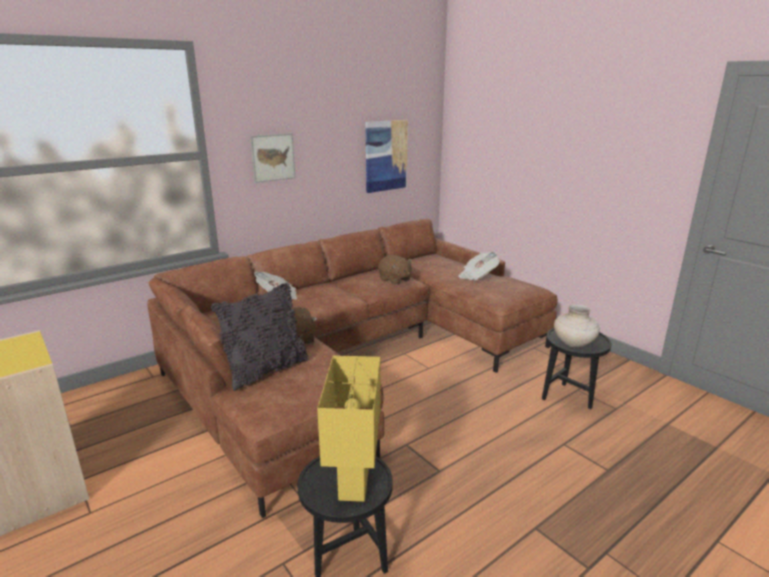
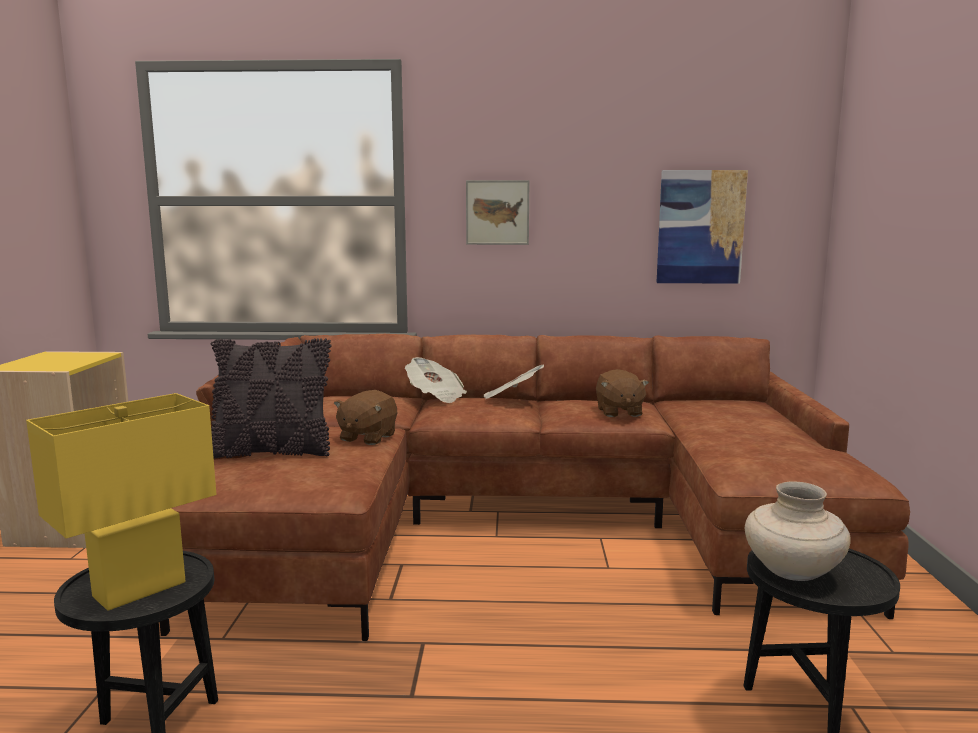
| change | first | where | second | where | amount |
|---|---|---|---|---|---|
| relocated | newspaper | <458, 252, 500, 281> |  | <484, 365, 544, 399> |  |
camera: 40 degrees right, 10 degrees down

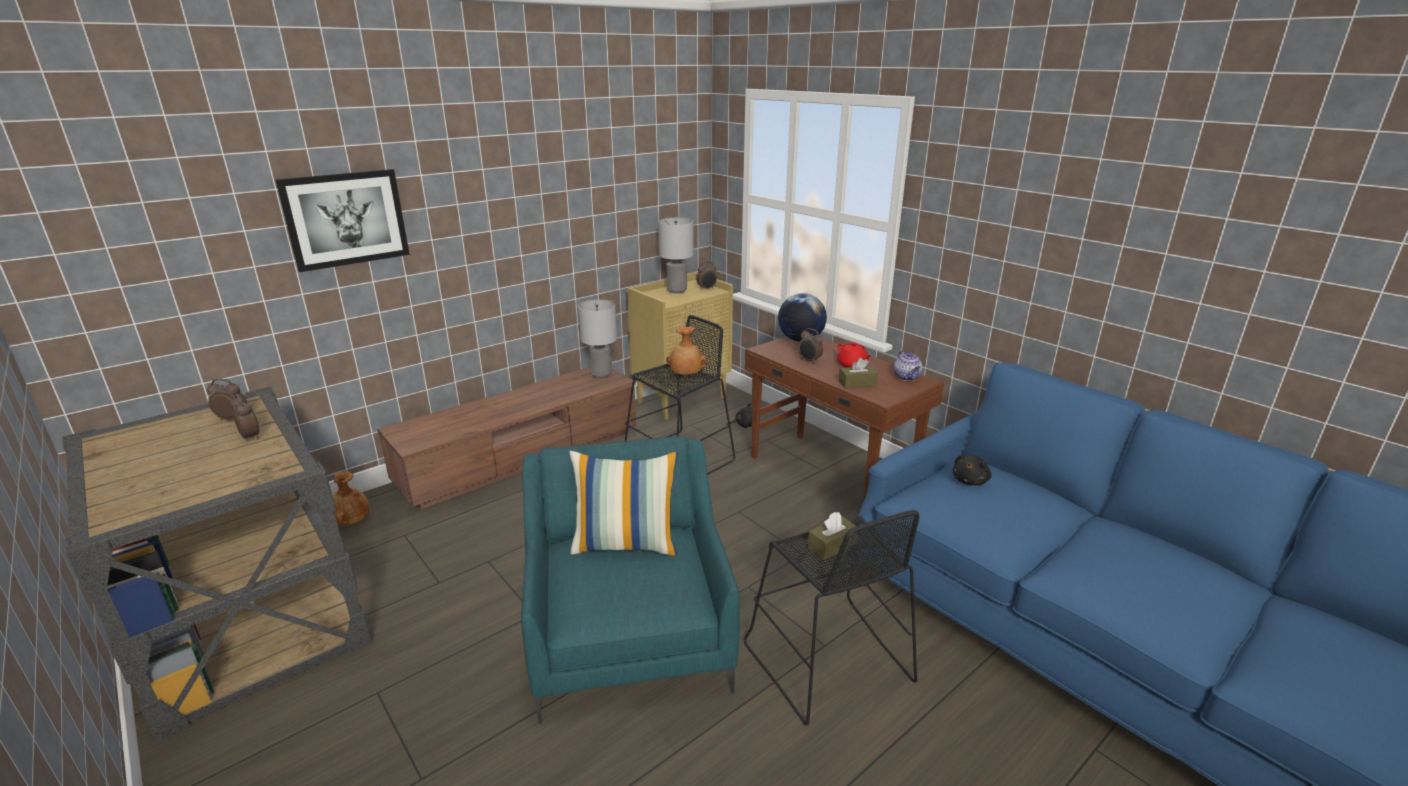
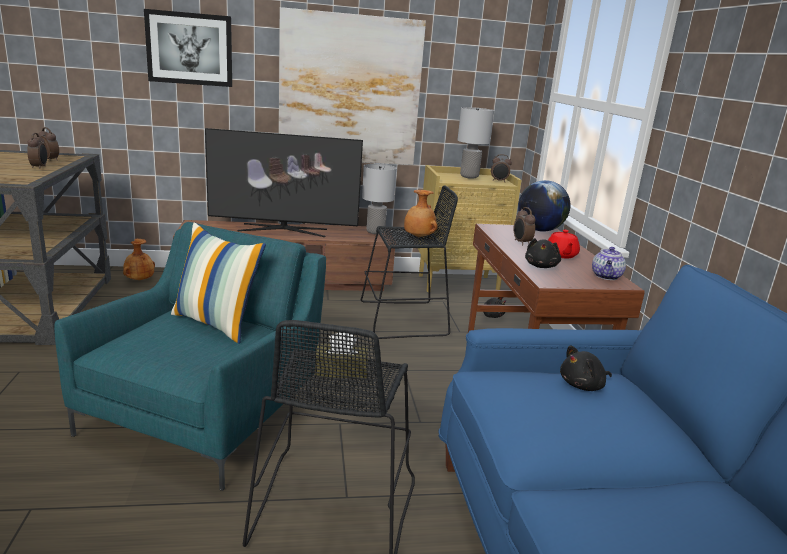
| change | first | where | second | where | amount |
|---|---|---|---|---|---|
| appeared |  |  | television | <205, 128, 363, 237> |  |
| appeared |  |  | wall_art | <279, 7, 426, 165> |  |
| exchanged | brownish_tissue_holder | <838, 358, 878, 389> | black_cuddly_toy | <525, 238, 561, 268> |  |
camera: 30 degrees right, 5 degrees down

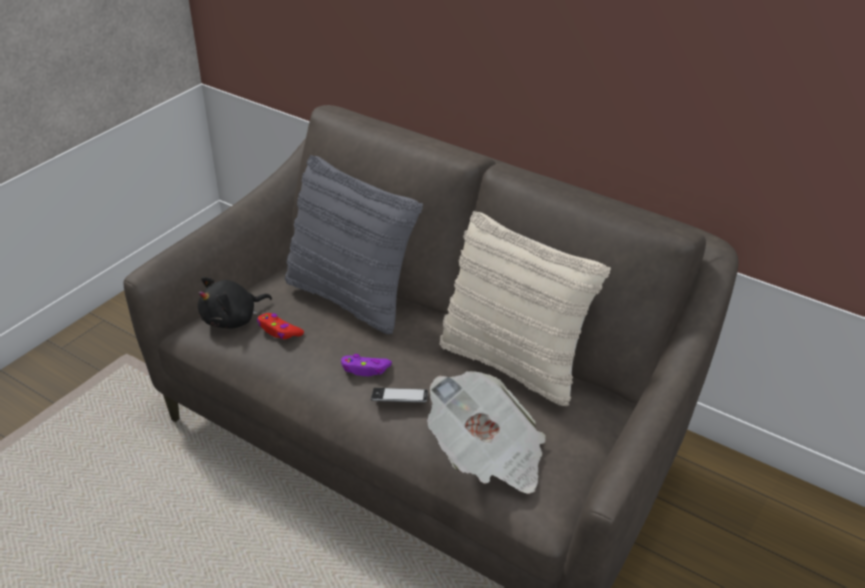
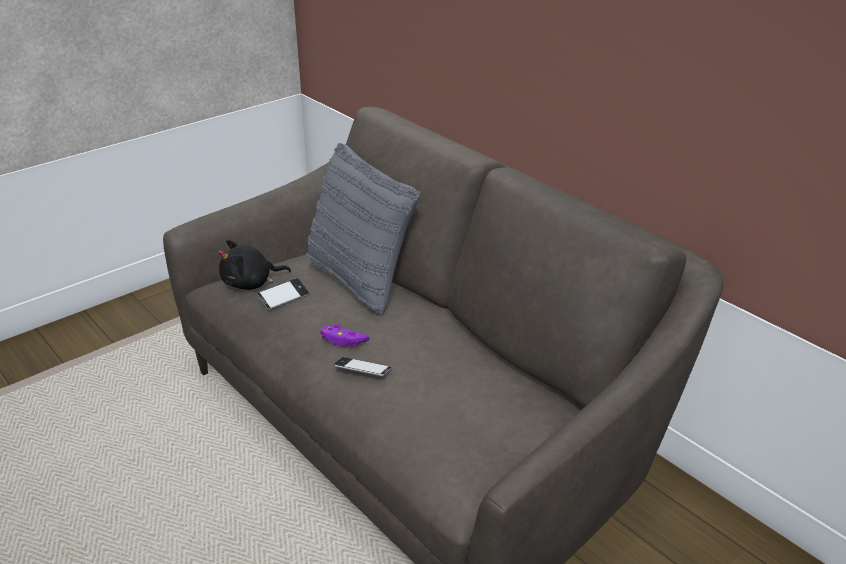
| change | first | where | second | where | amount |
|---|---|---|---|---|---|
| missing | newspaper | <427, 371, 546, 494> |  |  |  |
| missing | sand-coloured_cushion | <439, 211, 611, 406> |  |  |  |
| exchanged | reddish_gamepad | <257, 313, 304, 339> | handset | <257, 278, 309, 310> |  |
camera: 15 degrees right, 5 degrees down

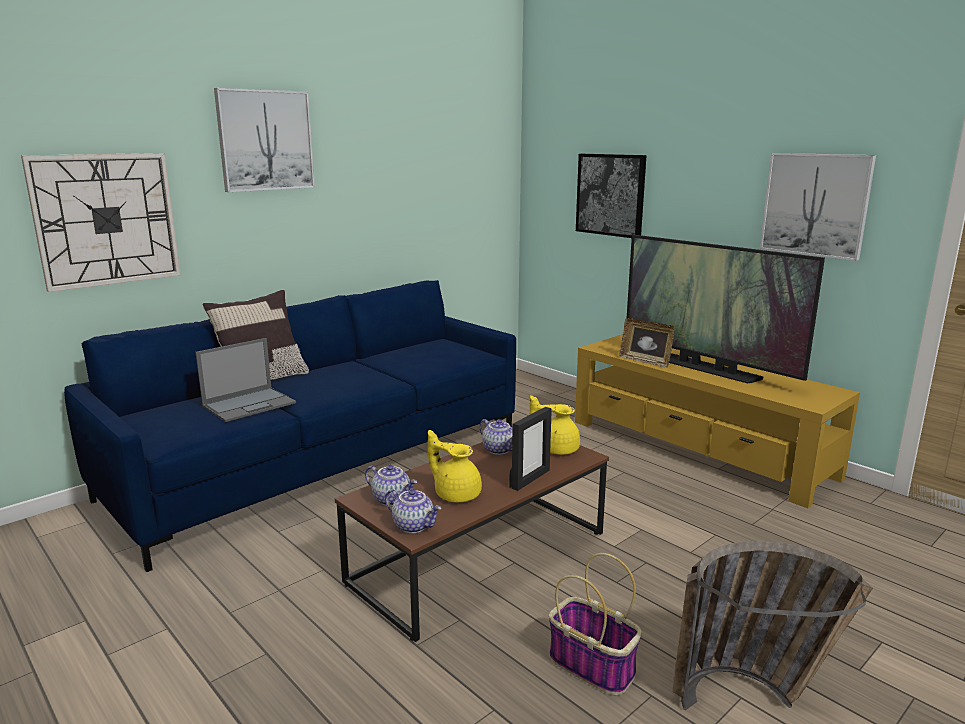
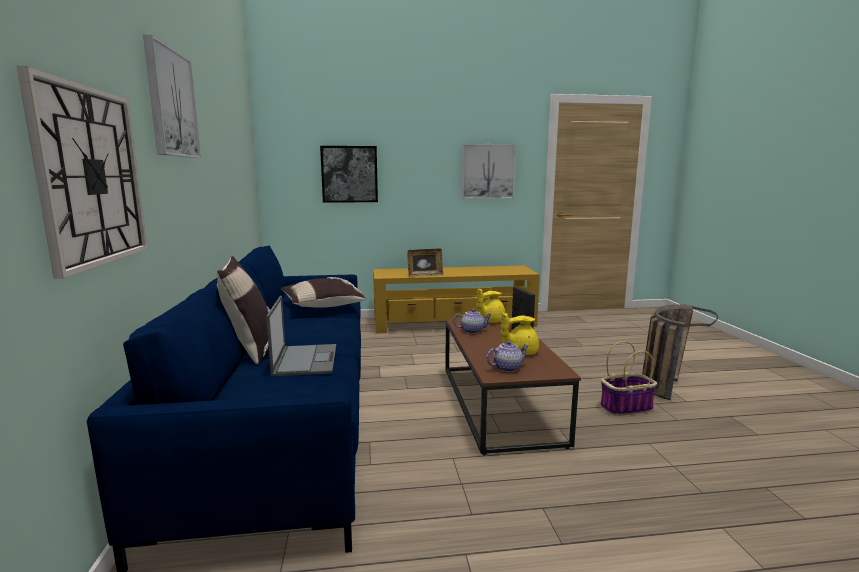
| change | first | where | second | where | amount |
|---|---|---|---|---|---|
| missing | tea_pot | <385, 489, 441, 533> |  |  |  |
| missing | television | <627, 235, 825, 384> |  |  |  |
| appeared |  |  | cushion | <281, 277, 366, 308> |  |
camera: 55 degrees left, 5 degrees down

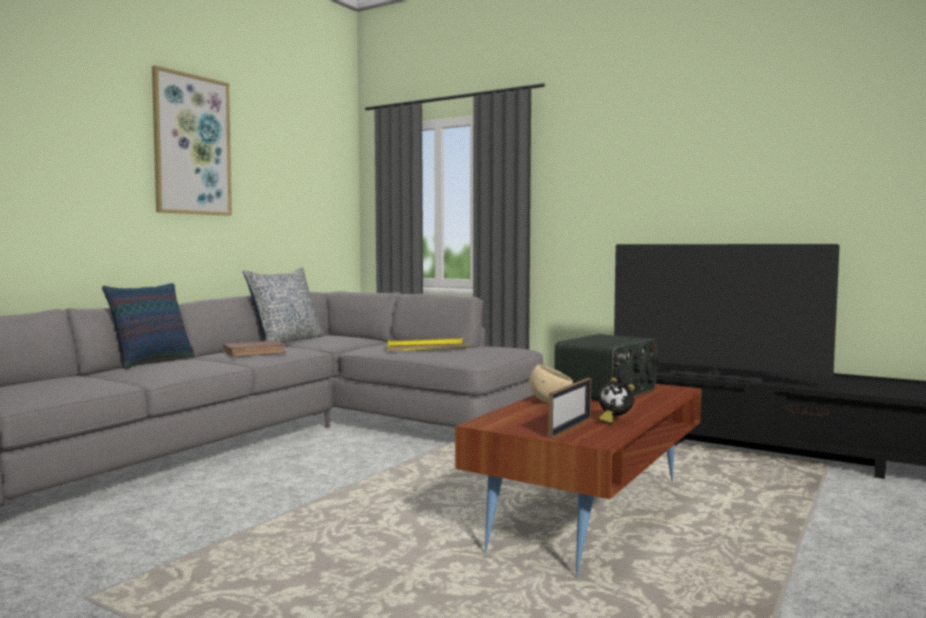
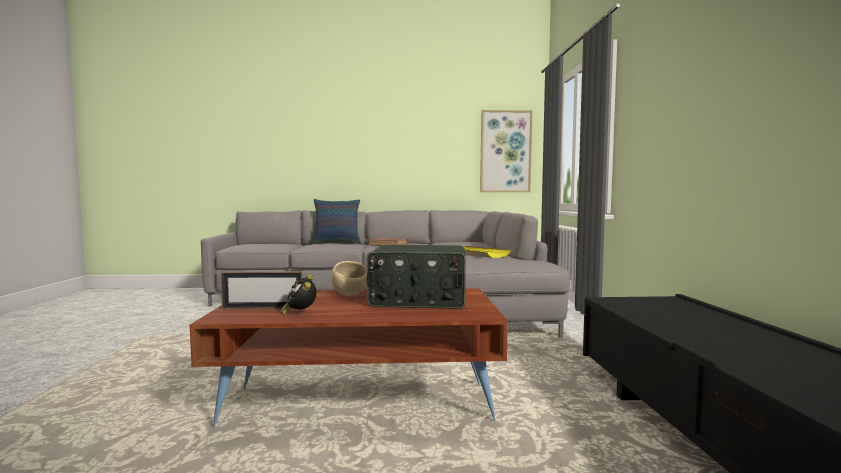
| change | first | where | second | where | amount |
|---|---|---|---|---|---|
| missing | cushion | <243, 268, 324, 343> |  |  |  |
| missing | television | <614, 244, 840, 382> |  |  |  |
| relocated | wall_art | <152, 65, 232, 216> |  | <480, 110, 533, 192> |  |
camera: 55 degrees right, 0 degrees up

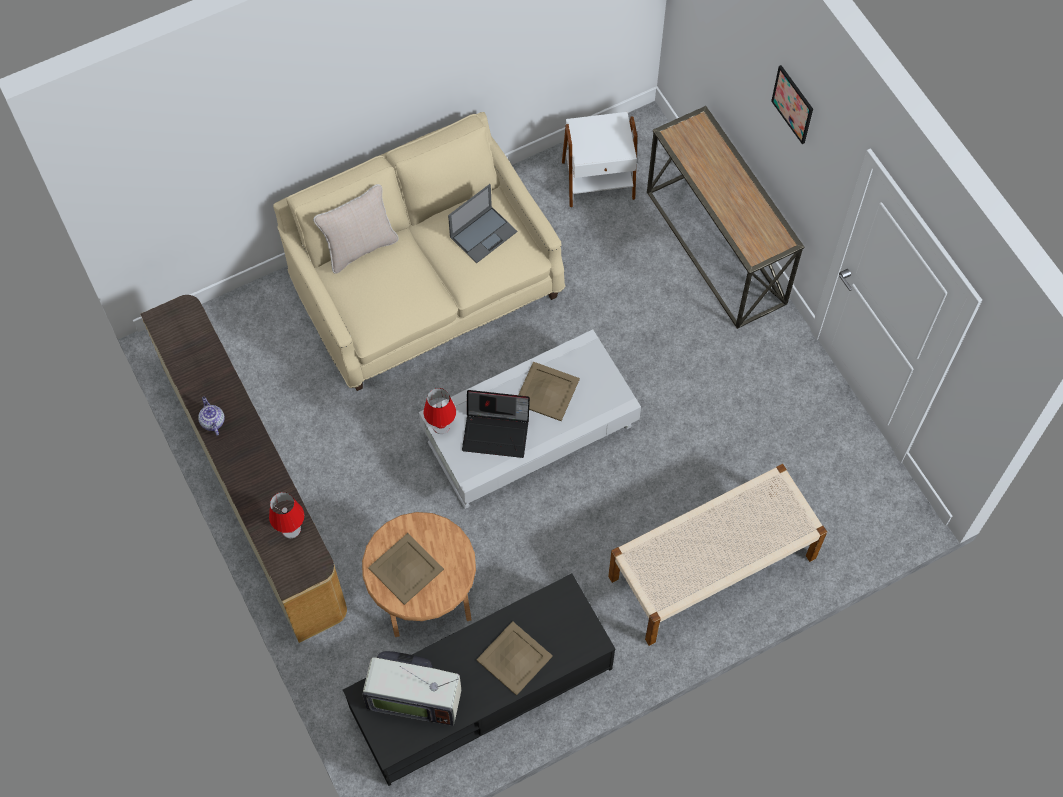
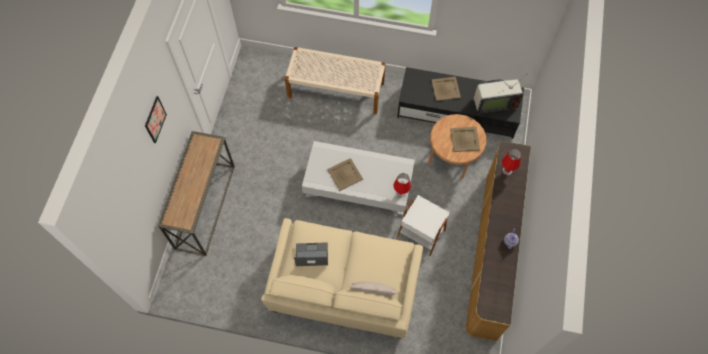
| change | first | where | second | where | amount |
|---|---|---|---|---|---|
| missing | laptop | <462, 390, 530, 458> |  |  |  |
| relocated | whitish_accent_table | <562, 112, 637, 207> |  | <397, 195, 450, 256> |  |
| spun | television | <362, 651, 461, 726> |  | <474, 75, 526, 113> | 120 degrees clockwise |
camera: 140 degrees left, 0 degrees up

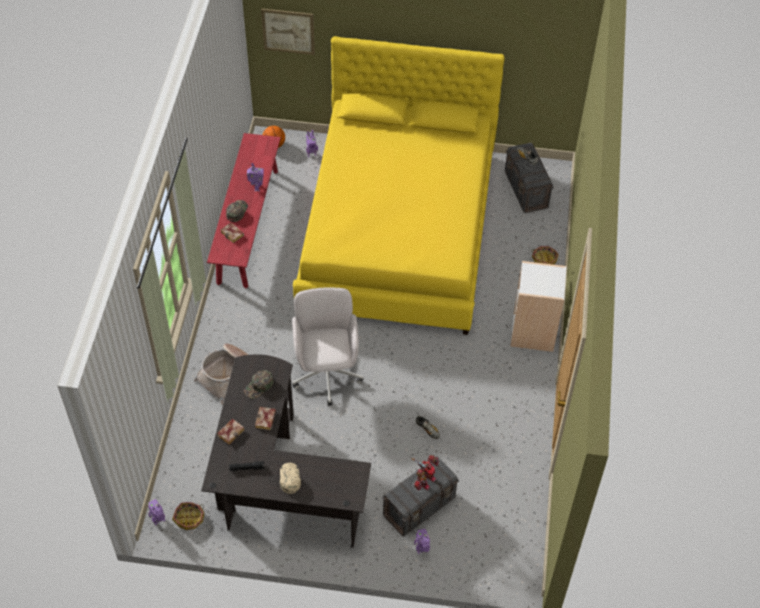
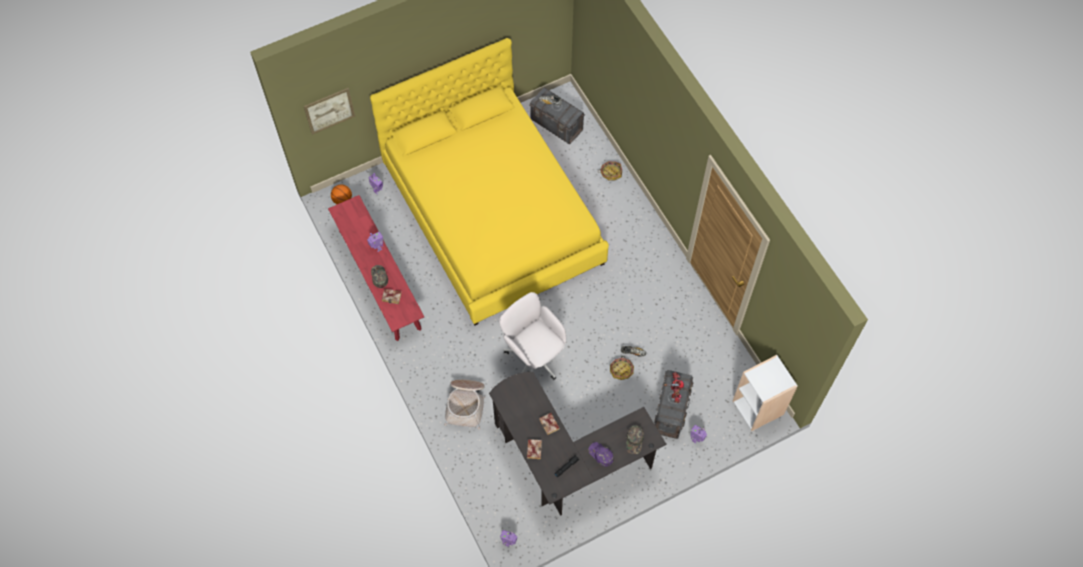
| change | first | where | second | where | amount |
|---|---|---|---|---|---|
| relocated | household_basket | <172, 502, 205, 530> |  | <610, 356, 634, 380> |  |
| relocated | greenish_cap | <244, 370, 274, 399> |  | <626, 426, 644, 454> |  |
| relocated | bookshelf | <510, 261, 567, 352> |  | <733, 355, 798, 431> |  |
| colour | sand-coloured_cap | <280, 463, 301, 494> | purplish_cap | <588, 442, 614, 466> |  |
camera: 35 degrees left, 10 degrees up

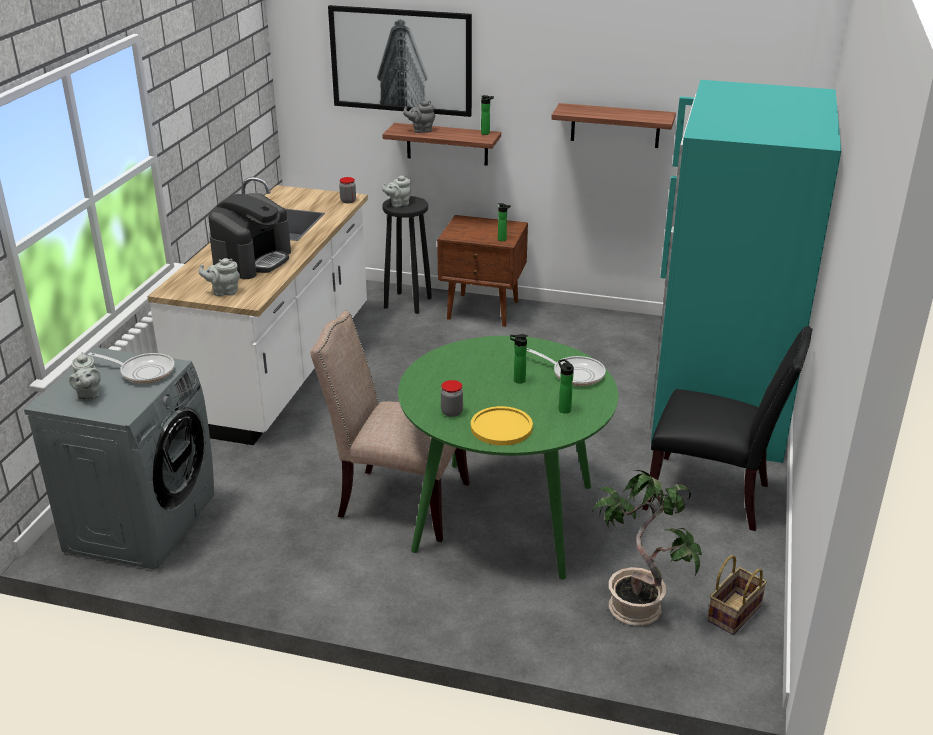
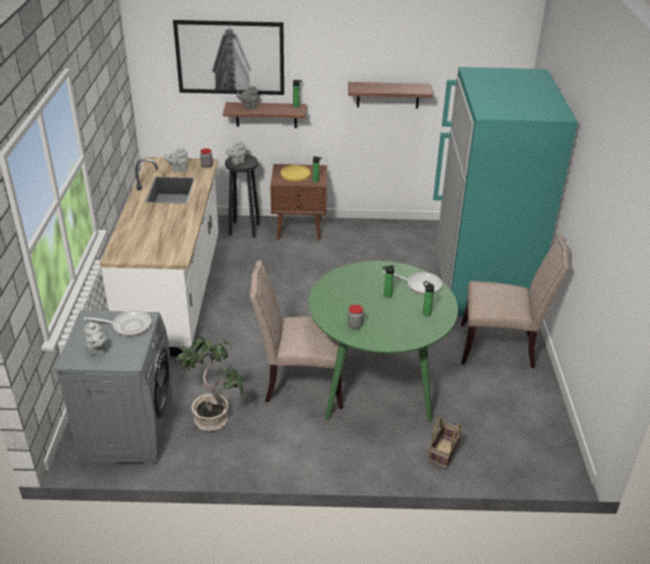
| change | first | where | second | where | amount |
|---|---|---|---|---|---|
| missing | coffee_maker | <208, 193, 291, 279> |  |  |  |
| relocated | gray_tea_pot | <199, 258, 240, 296> |  | <164, 148, 188, 172> |  |
| relocated | yellow_dinner_plate | <471, 406, 533, 445> |  | <281, 165, 310, 181> |  |
| relocated | houseplant | <593, 470, 702, 626> |  | <174, 336, 245, 431> |  |
| relocated | household_basket | <707, 555, 767, 635> |  | <428, 417, 463, 469> |  |
| colour | black_chair | <642, 326, 813, 531> | sand-coloured_chair | <461, 235, 570, 368> |  |
camera: 15 degrees left, 5 degrees up

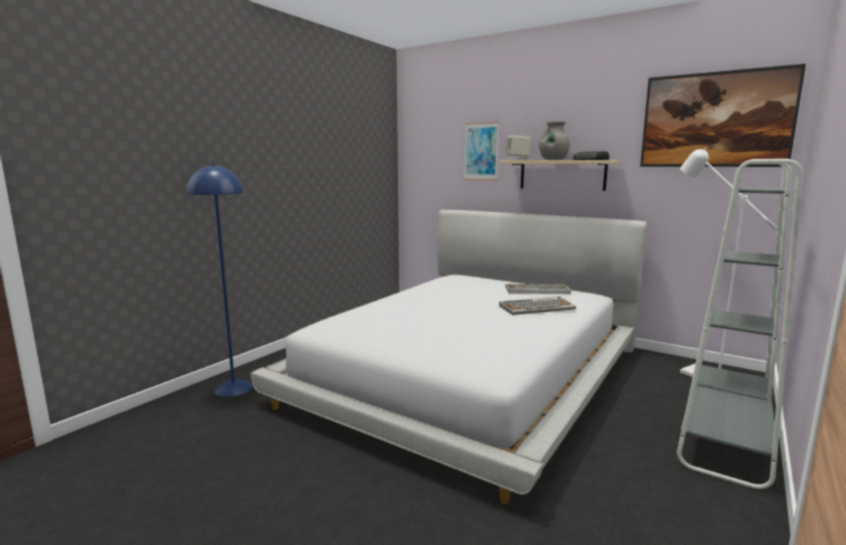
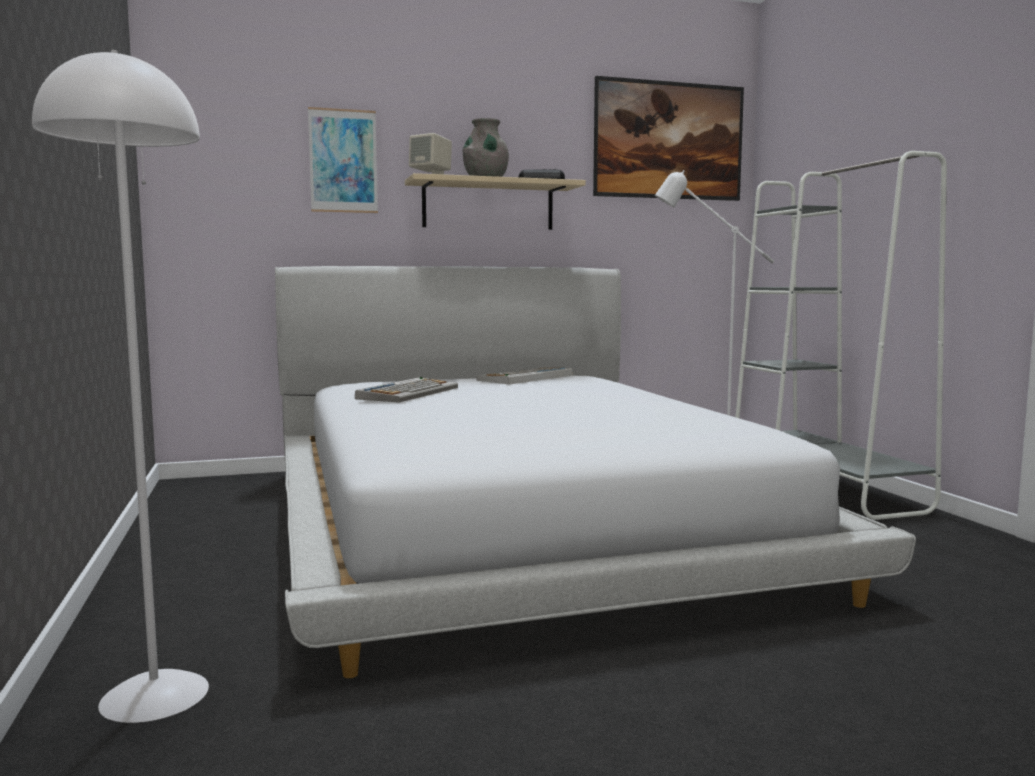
| change | first | where | second | where | amount |
|---|---|---|---|---|---|
| relocated | keyboard | <499, 297, 576, 315> |  | <355, 377, 458, 403> |  |
| colour | blue-coloured_floor_lamp | <186, 164, 253, 397> | whitish_floor_lamp | <32, 50, 209, 723> |  |
camera: 50 degrees left, 5 degrees down

